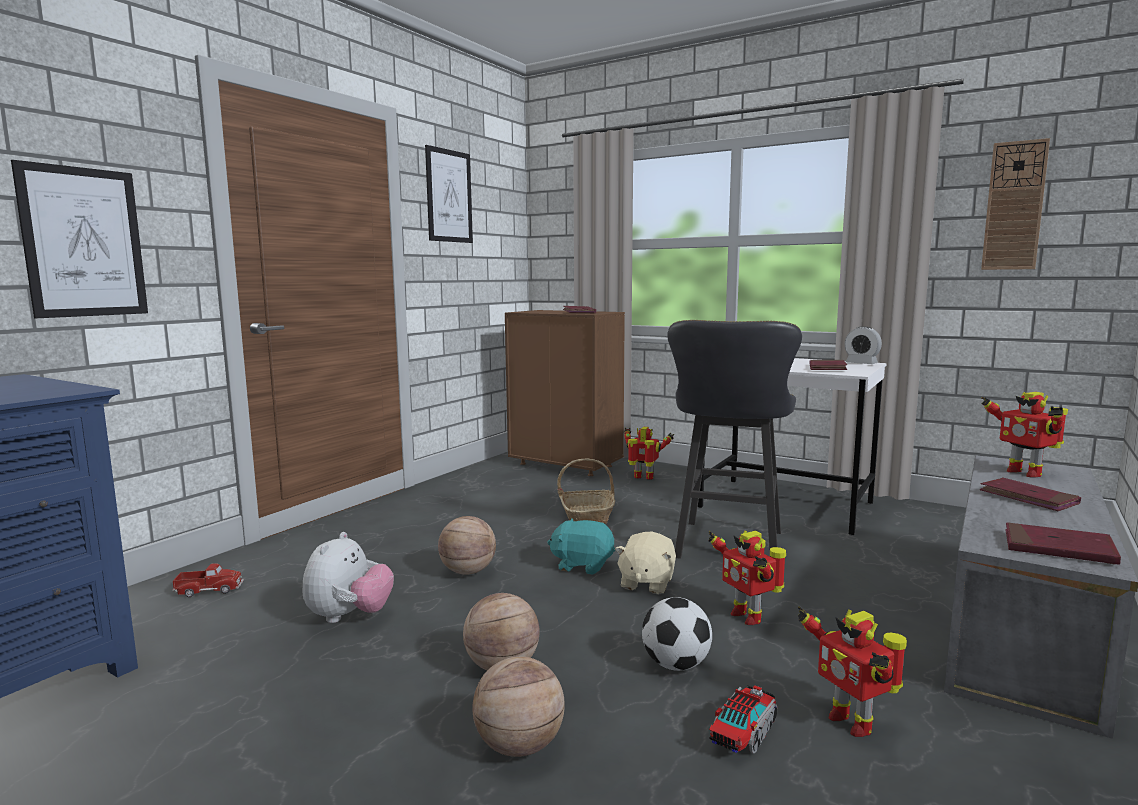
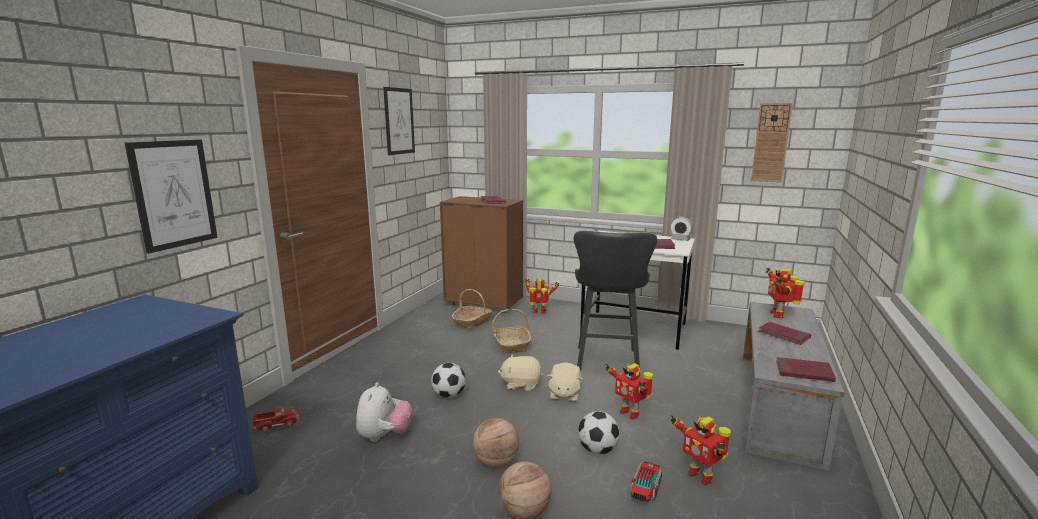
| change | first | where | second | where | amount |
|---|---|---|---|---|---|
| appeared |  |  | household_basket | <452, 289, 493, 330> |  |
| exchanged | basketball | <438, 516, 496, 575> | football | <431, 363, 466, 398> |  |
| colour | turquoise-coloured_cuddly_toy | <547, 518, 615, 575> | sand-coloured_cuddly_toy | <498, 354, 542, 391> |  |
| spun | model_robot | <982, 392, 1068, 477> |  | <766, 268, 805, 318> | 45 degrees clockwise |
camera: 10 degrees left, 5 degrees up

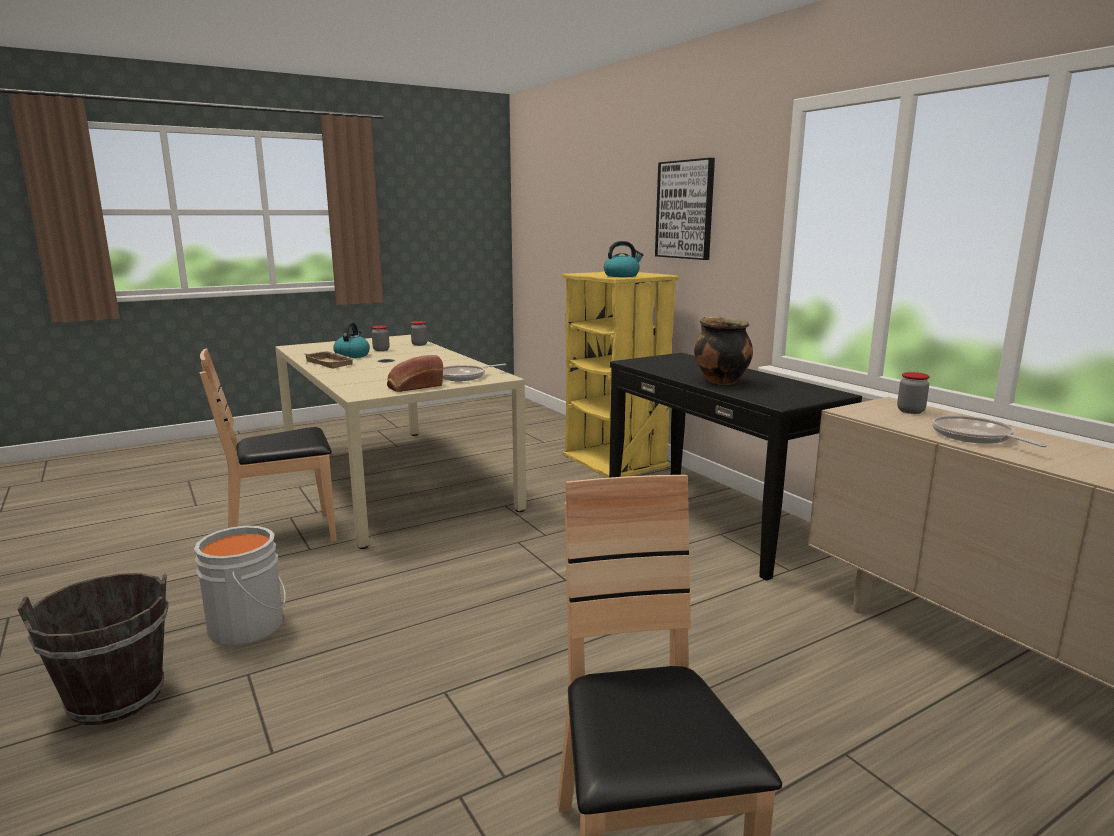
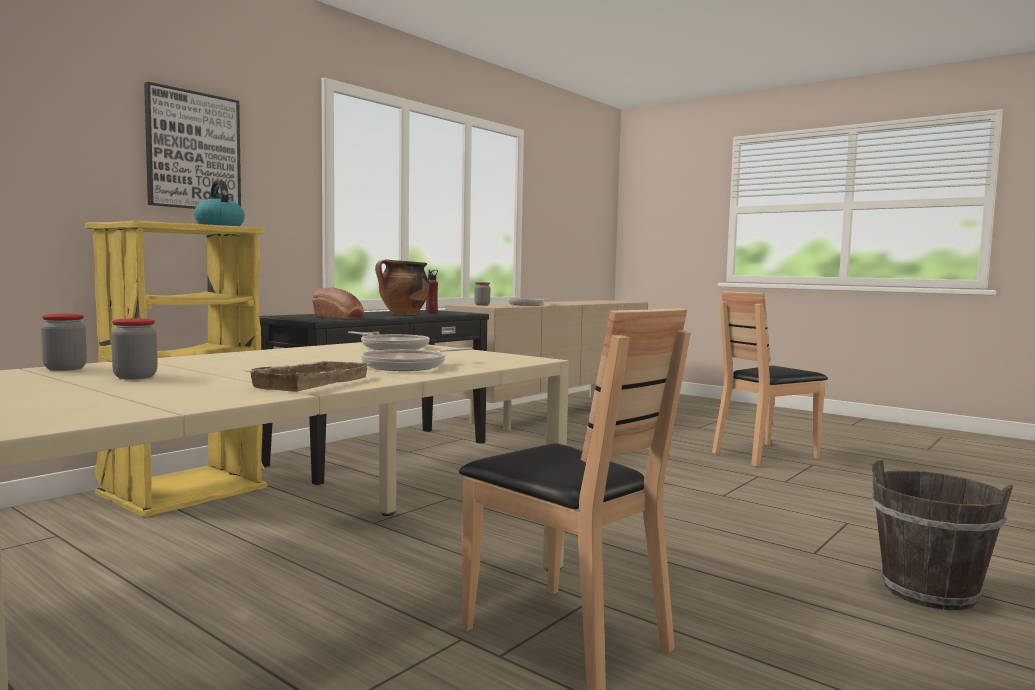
| change | first | where | second | where | amount |
|---|---|---|---|---|---|
| missing | gray_water_bucket | <194, 526, 286, 646> |  |  |  |
| missing | water_kettle | <333, 322, 370, 358> |  |  |  |
| appeared |  |  | pan | <360, 347, 472, 371> |  |
| appeared |  |  | reddish_bottle | <426, 270, 438, 314> |  |
| relocated | baked_bread | <387, 355, 443, 392> |  | <312, 287, 365, 319> |  |
camera: 110 degrees left, 10 degrees down

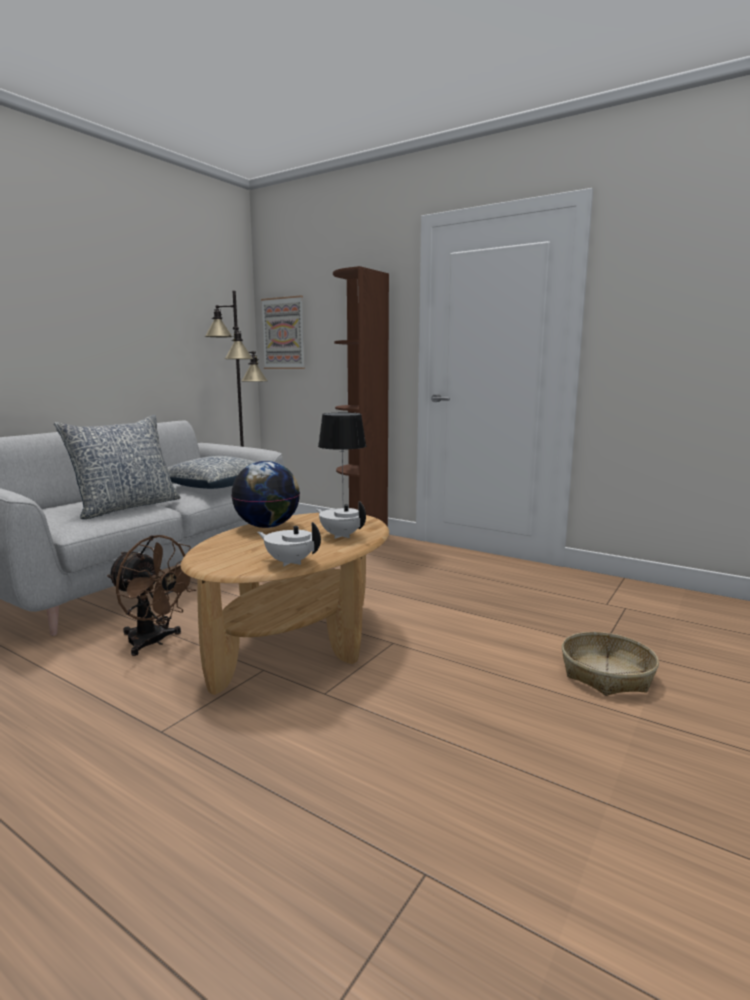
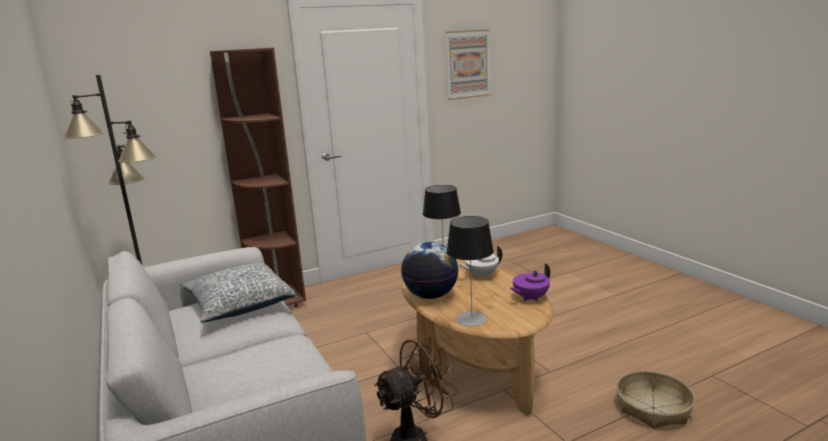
| change | first | where | second | where | amount |
|---|---|---|---|---|---|
| missing | cushion | <54, 415, 181, 519> |  |  |  |
| appeared |  |  | lamp_for_a_table | <447, 216, 494, 326> |  |
| relocated | wall_art | <261, 295, 305, 369> |  | <446, 29, 490, 100> |  |
| relocated | household_basket | <562, 632, 659, 696> |  | <616, 371, 695, 429> |  |
| colour | whitish_tea_pot | <258, 522, 321, 566> | purplish_tea_pot | <510, 264, 550, 301> |  |
camera: 60 degrees left, 5 degrees up

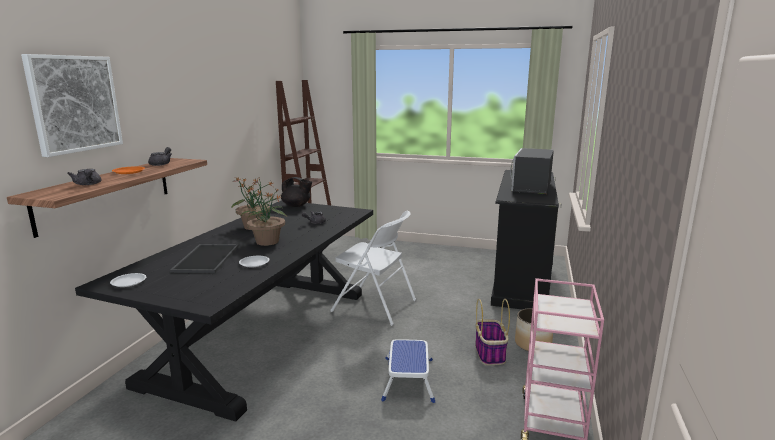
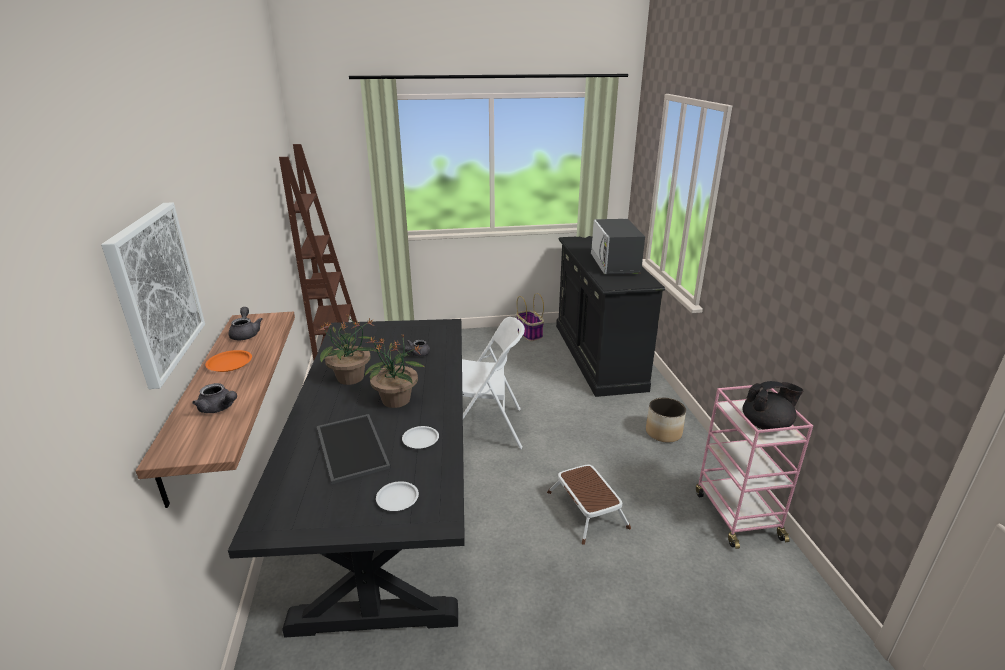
| change | first | where | second | where | amount |
|---|---|---|---|---|---|
| relocated | whitish_dinner_plate | <110, 273, 146, 287> |  | <376, 481, 419, 511> |  |
| relocated | black_tea_pot | <281, 177, 312, 207> |  | <742, 381, 803, 430> |  |
| relocated | household_basket | <475, 299, 510, 365> |  | <516, 293, 544, 341> |  |
| colour | blue-coloured_stepladder | <381, 339, 435, 403> | brownish_stepladder | <547, 465, 631, 545> |  |
camera: 25 degrees left, 10 degrees up

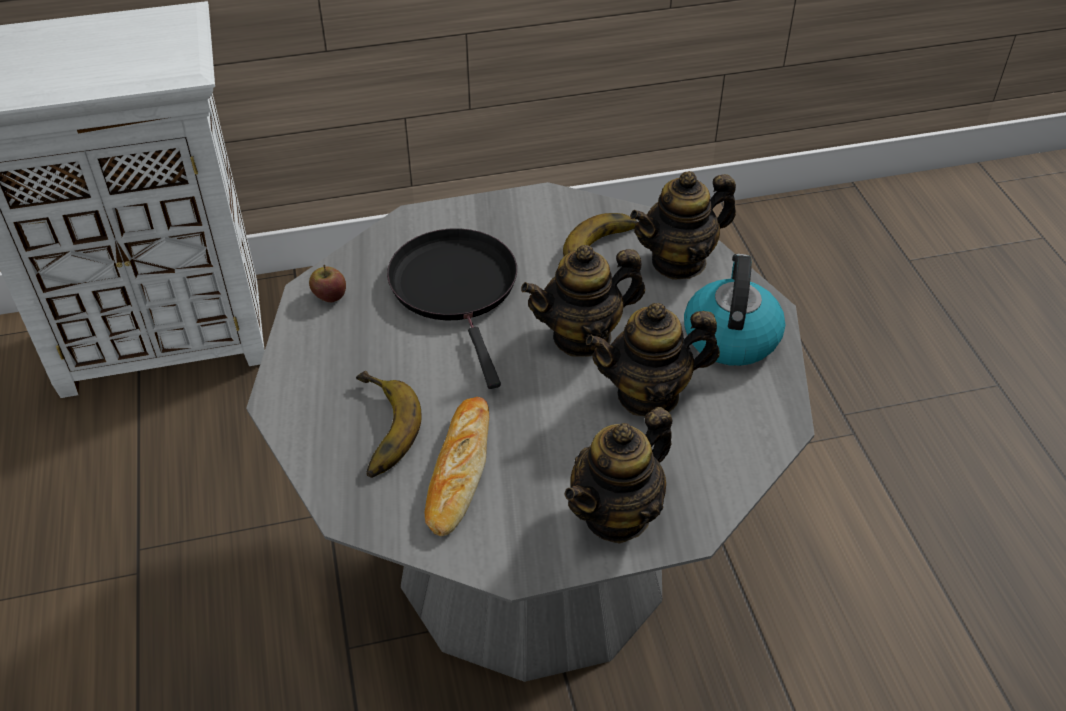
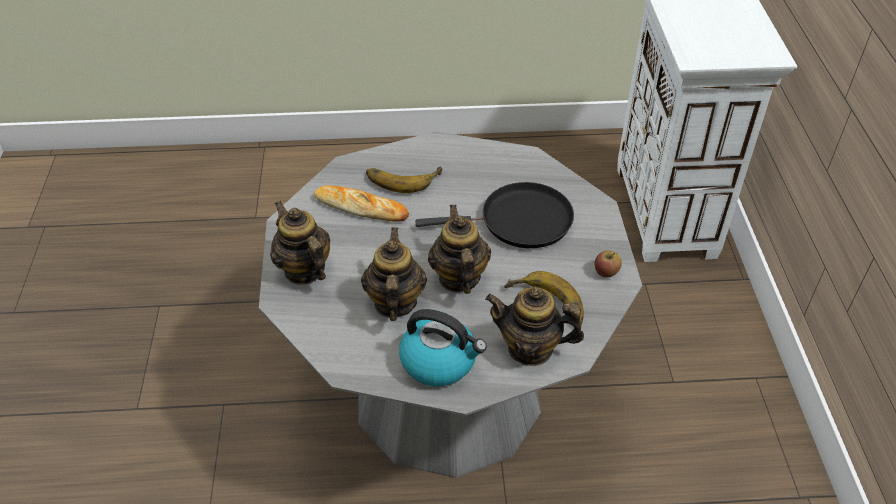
| change | first | where | second | where | amount |
|---|---|---|---|---|---|
| relocated | whole_apple | <309, 265, 346, 302> |  | <595, 251, 622, 278> |  |
| spun | tea_pot | <630, 171, 736, 279> |  | <485, 286, 584, 366> | 60 degrees counterclockwise |
camera: 100 degrees right, 0 degrees up

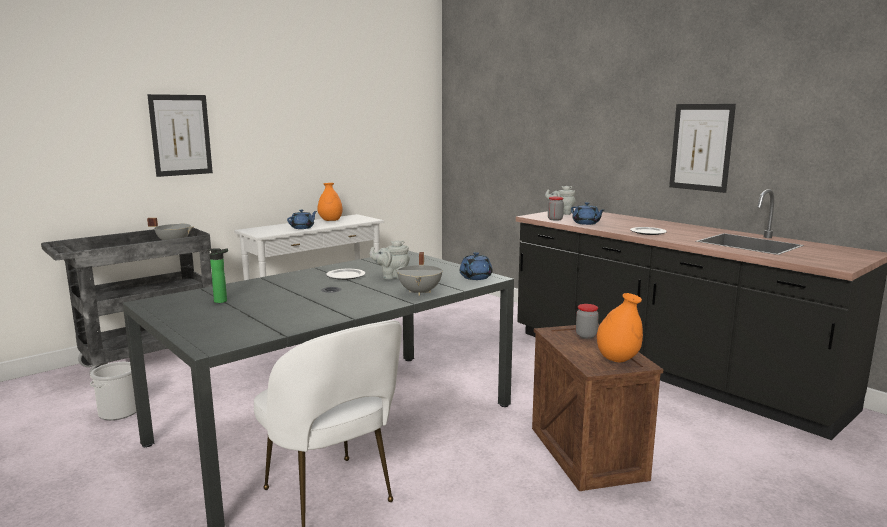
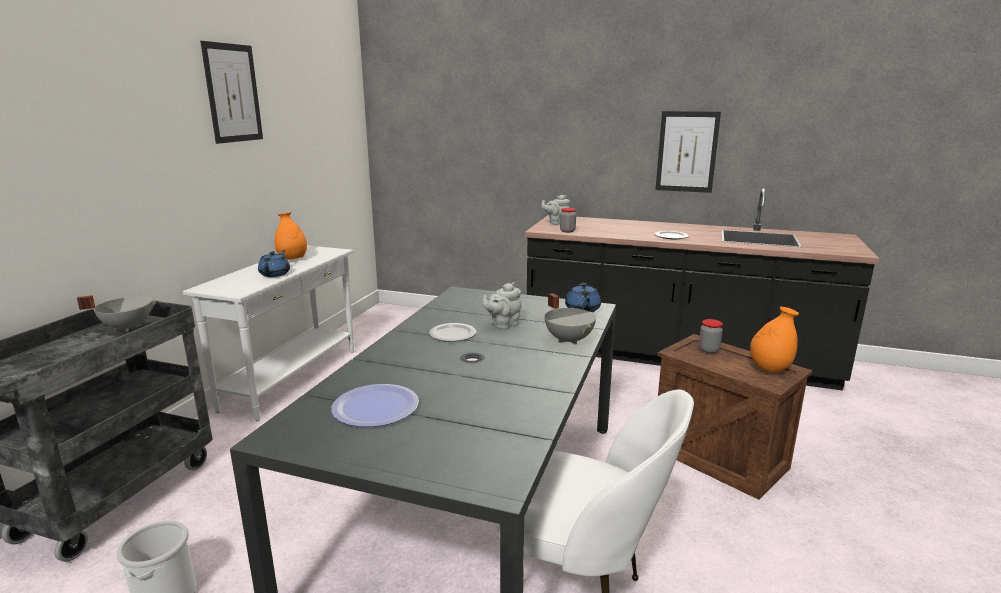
| change | first | where | second | where | amount |
|---|---|---|---|---|---|
| missing | blue-coloured_tea_pot | <571, 202, 604, 225> |  |  |  |
| relocated | wall_art | <147, 94, 213, 177> |  | <200, 41, 263, 144> |  |
| exchanged | bottle | <209, 248, 228, 303> | dinner_plate | <331, 384, 419, 427> |  |
camera: 30 degrees left, 5 degrees up

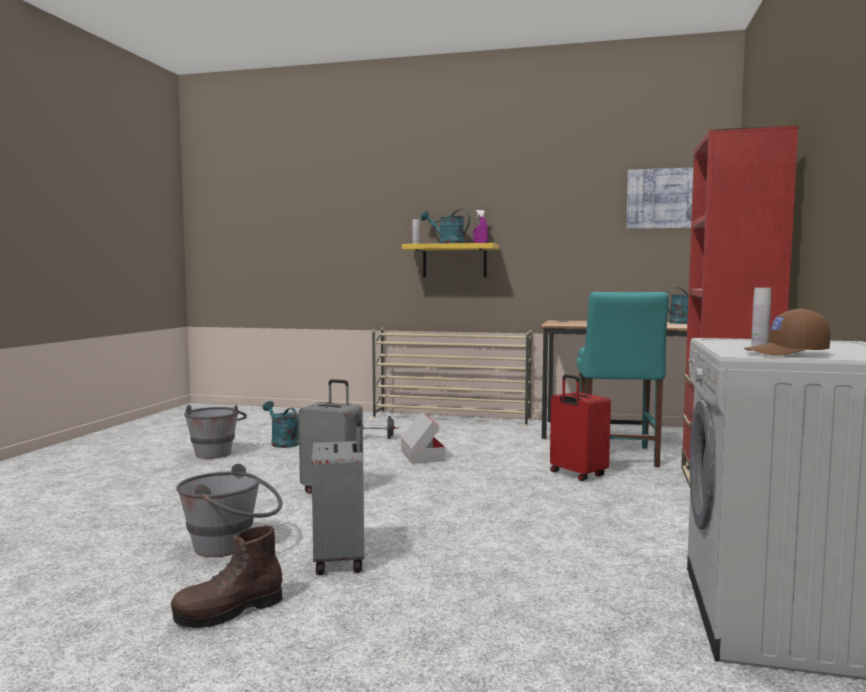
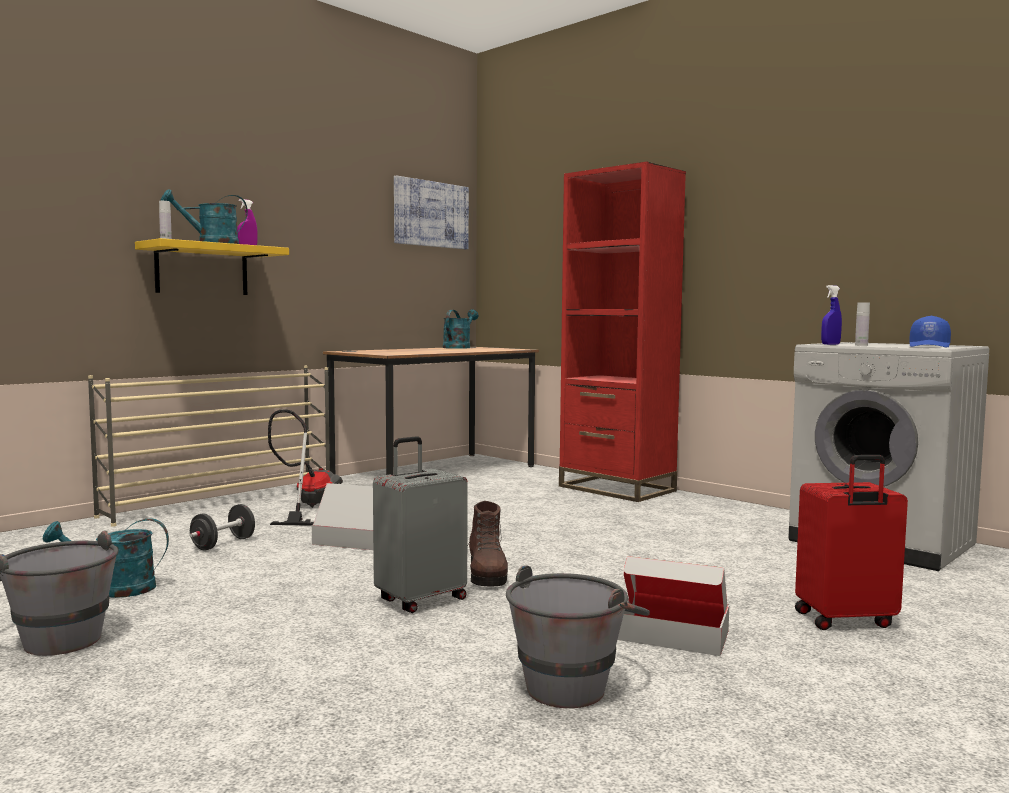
| change | first | where | second | where | amount |
|---|---|---|---|---|---|
| missing | turquoise-coloured_chair | <577, 292, 669, 467> |  |  |  |
| appeared |  |  | vacuum_cleaner | <268, 409, 343, 526> |  |
| appeared |  |  | blue-coloured_spray_bottle | <821, 285, 842, 345> |  |
| relocated | brownish_high-top_boot | <171, 526, 283, 628> |  | <467, 501, 508, 587> |  |
| relocated | reddish_suitcase | <550, 374, 611, 481> |  | <795, 455, 908, 630> |  |
| exchanged | gray_suitcase | <311, 414, 364, 575> | carton | <618, 556, 729, 656> |  |
| colour | brownish_cap | <744, 308, 830, 356> | blue-coloured_cap | <909, 315, 951, 348> |  |
camera: 60 degrees left, 0 degrees up

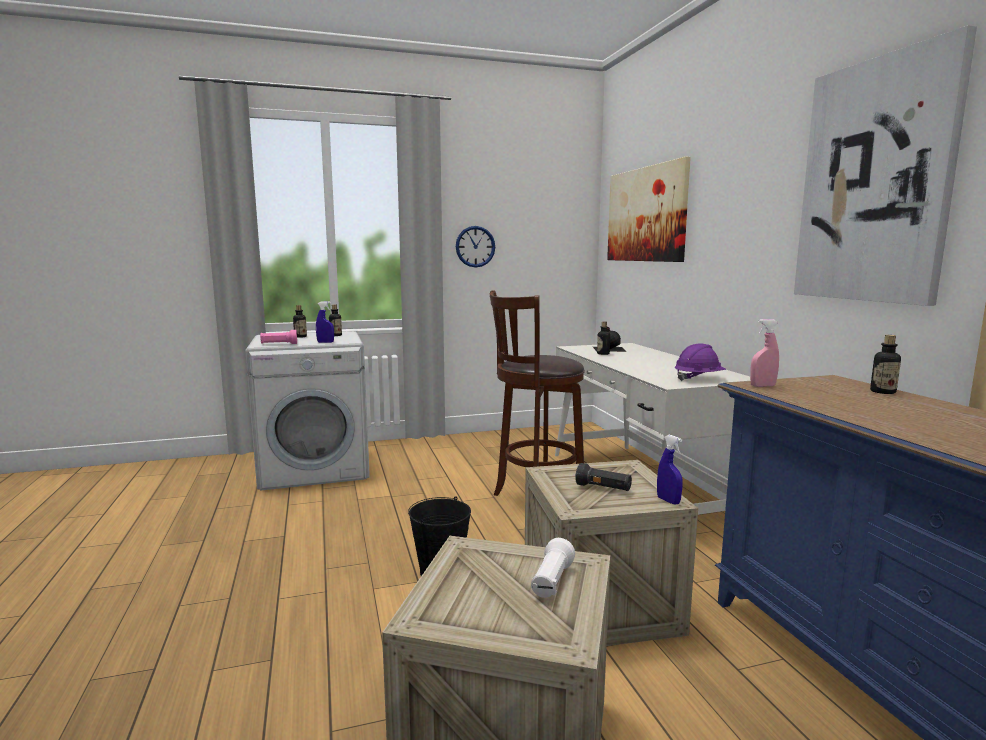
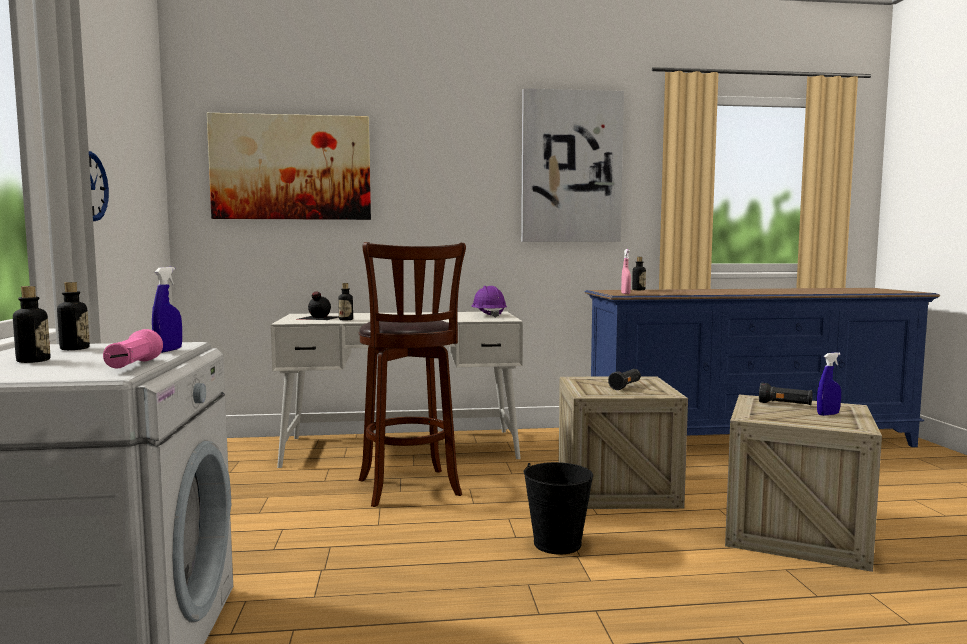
| change | first | where | second | where | amount |
|---|---|---|---|---|---|
| relocated | blue-coloured_spray_bottle | <657, 435, 683, 505> |  | <817, 352, 841, 416> |  |
| colour | whitish_hand_torch | <531, 538, 575, 598> | black_hand_torch | <759, 383, 813, 405> |  |
camera: 80 degrees left, 5 degrees down

